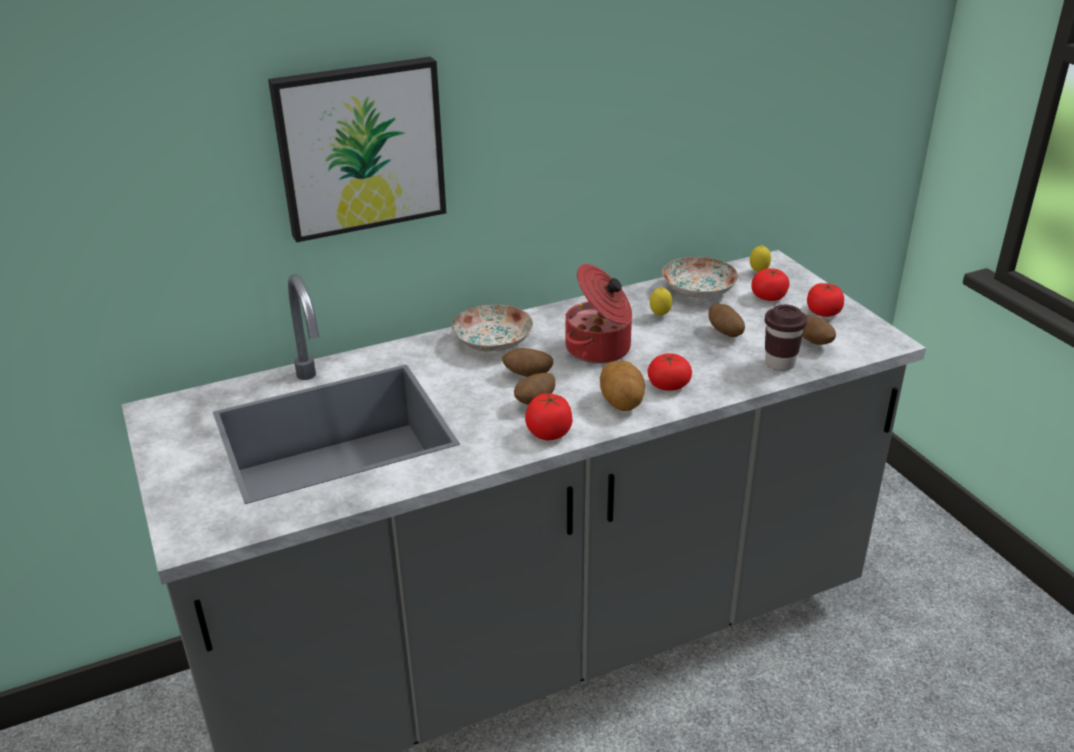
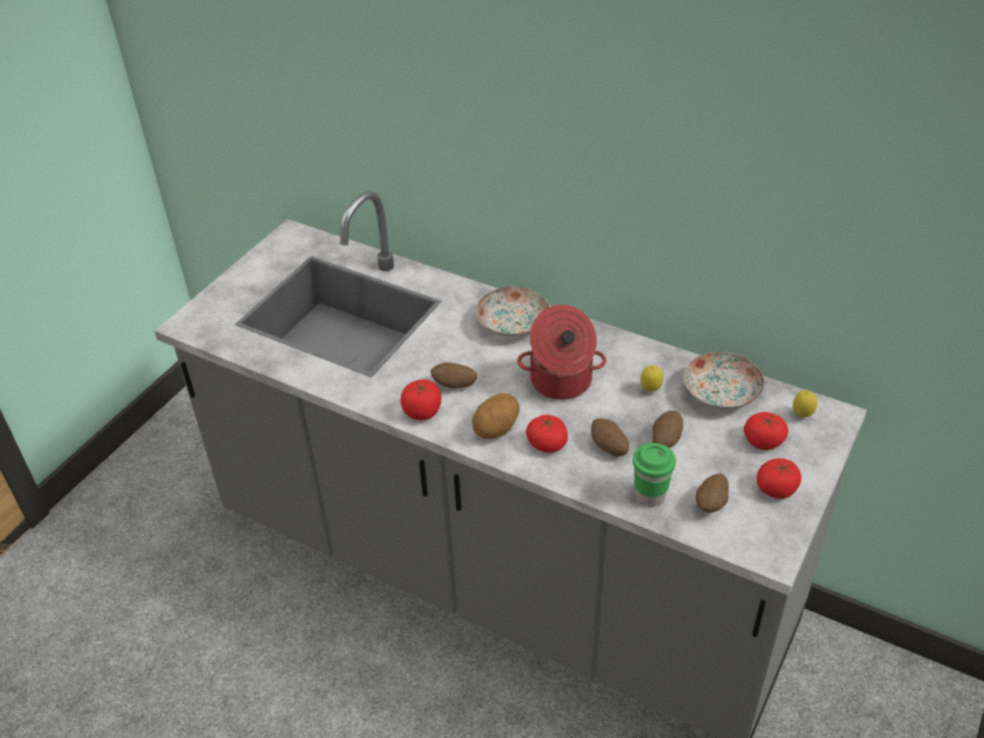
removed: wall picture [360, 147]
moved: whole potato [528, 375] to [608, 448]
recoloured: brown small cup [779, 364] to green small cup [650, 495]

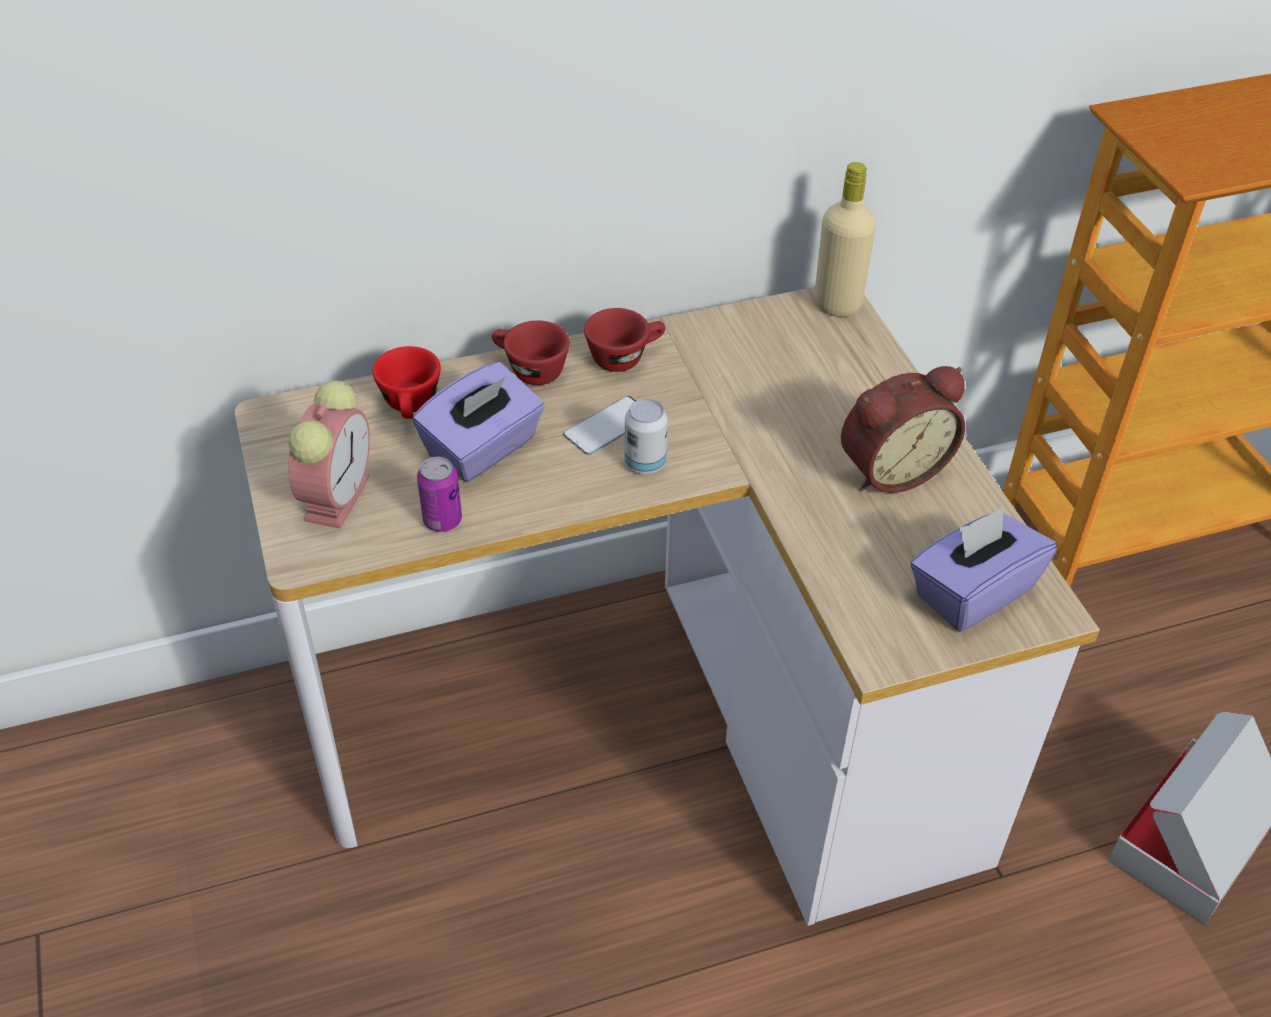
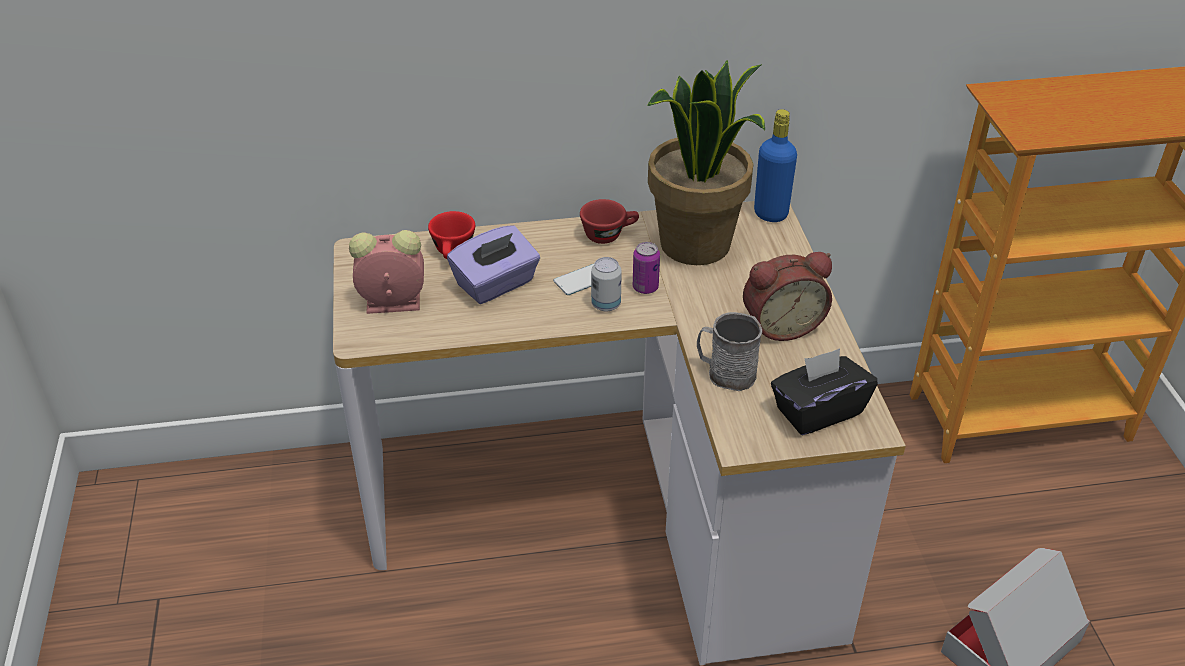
removed: red-coloured small cup [529, 370]
added: plant in a pot [696, 245]; grey coffee mug [725, 373]
moved: can [442, 520] to [645, 287]
recoloured: beige-coloured drink bottle [837, 304] to bluish drink bottle [770, 214]; purplish tissue box [972, 592] to black tissue box [818, 411]
turned: table clock [337, 495] = [390, 304] 120 degrees counterclockwise

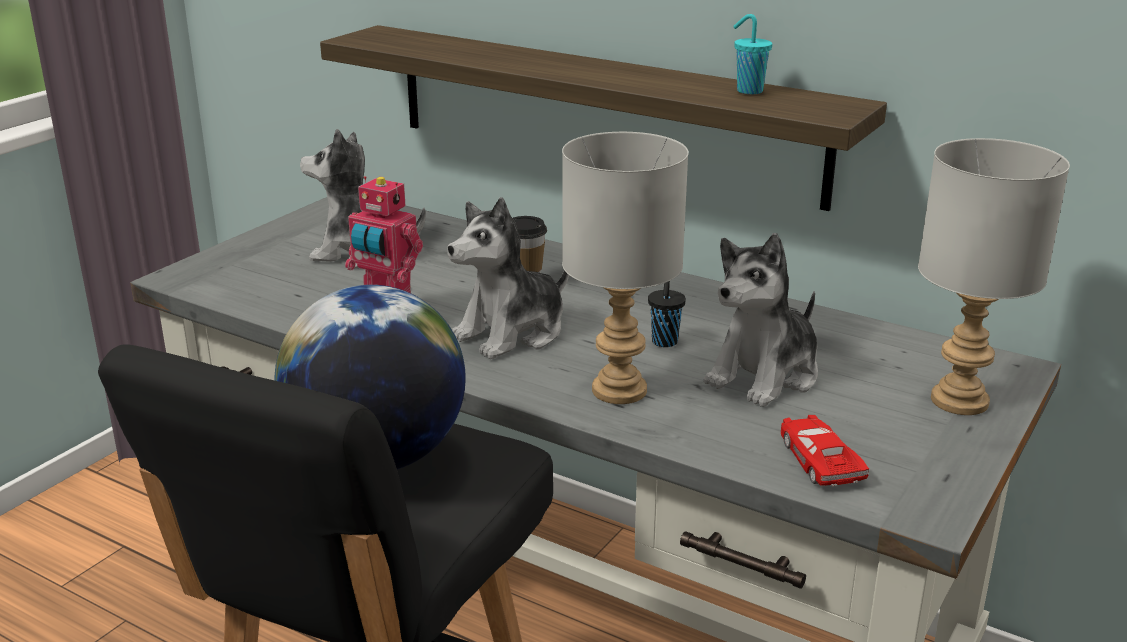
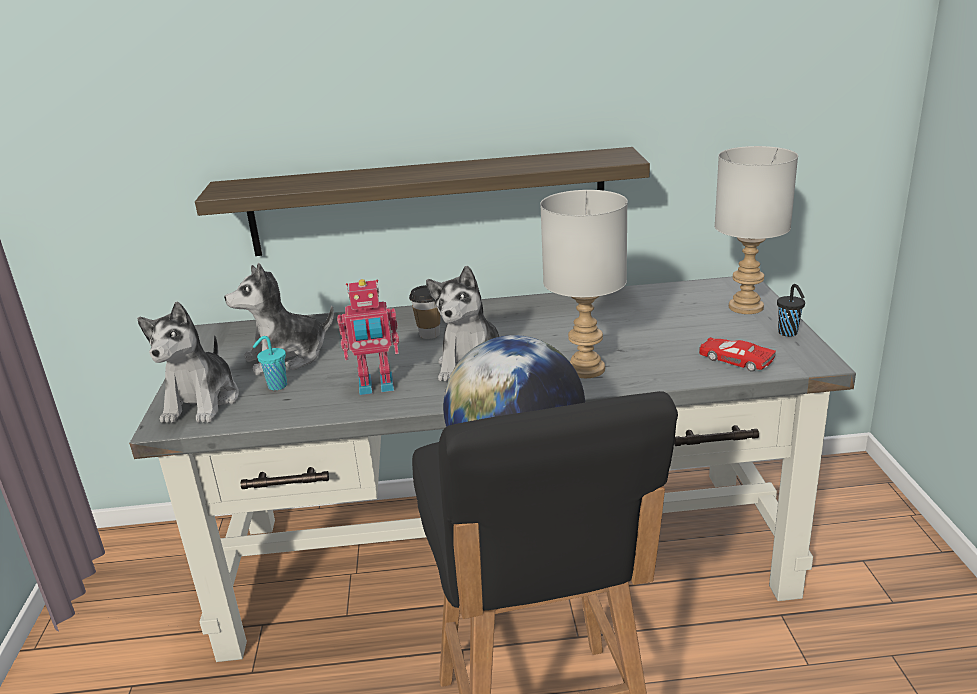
moved: black small cup [664, 342] to [788, 333]; plush toy [765, 375] to [202, 402]; turquoise-coloured small cup [748, 91] to [276, 386]

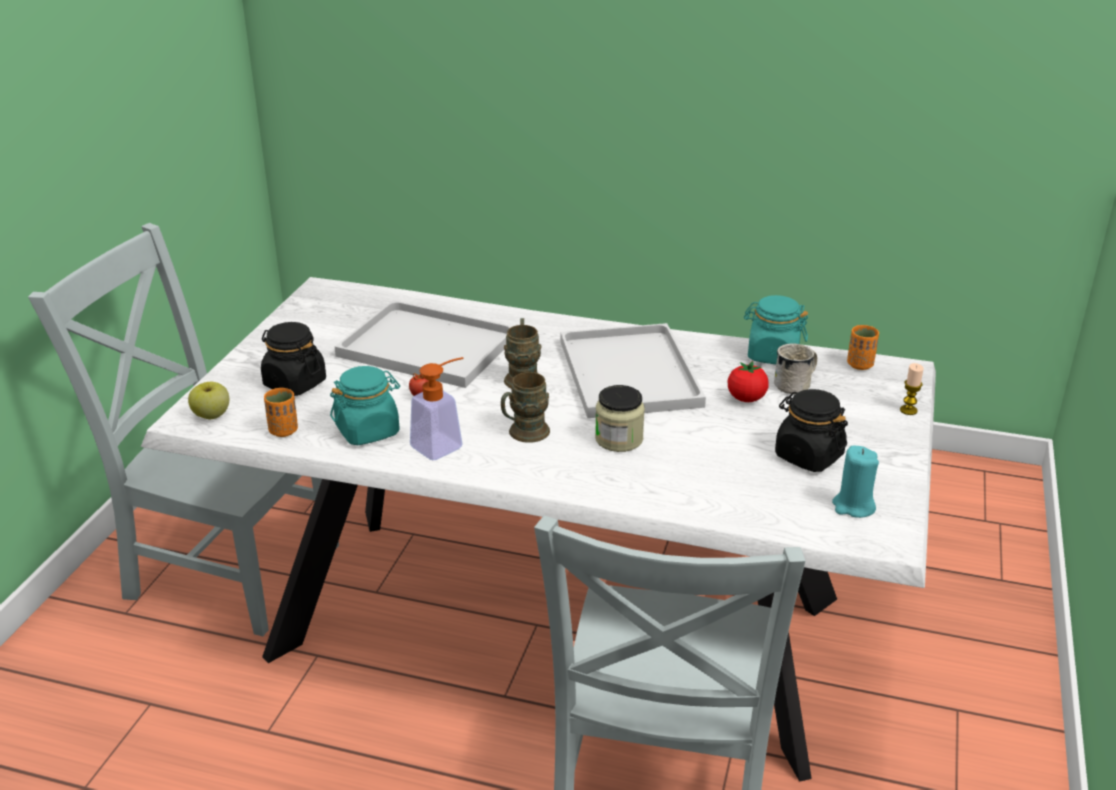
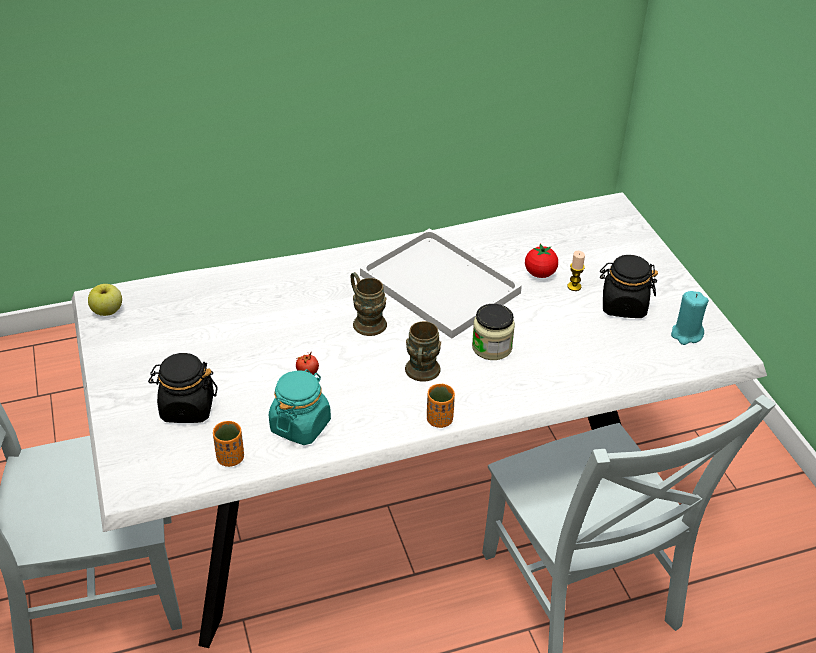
removed: whitish carrying tray [431, 346]; liquid soap bottle [443, 444]; turquoise-coloured preserve jar [772, 355]; whitish coffee mug [796, 384]
moved: apple fruit [212, 415] to [107, 311]; orange-coloured small cup [860, 365] to [439, 420]; wax light [908, 410] to [574, 286]

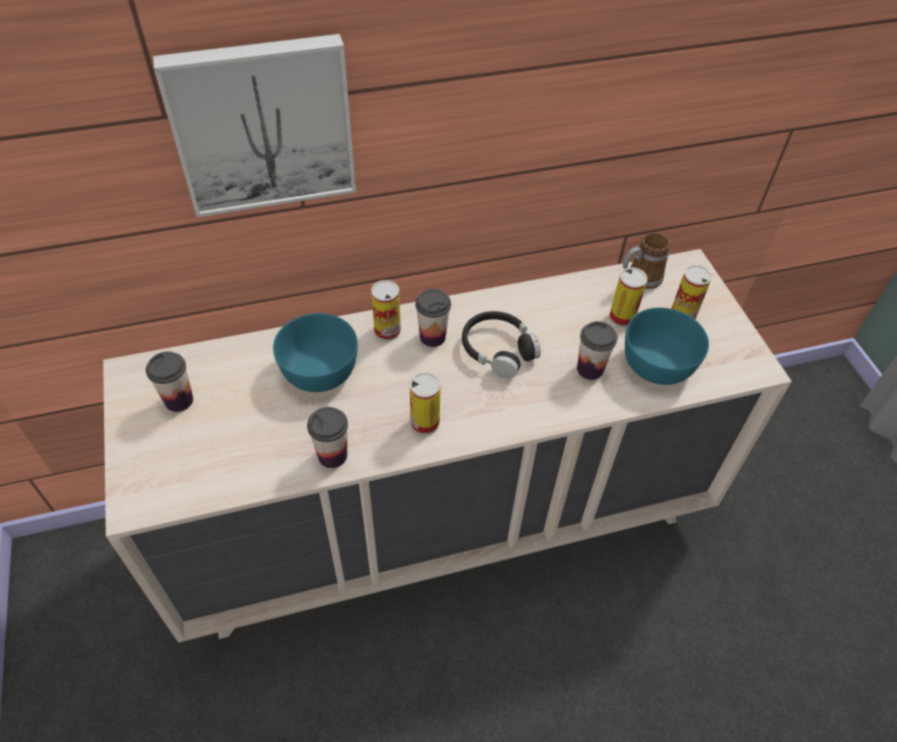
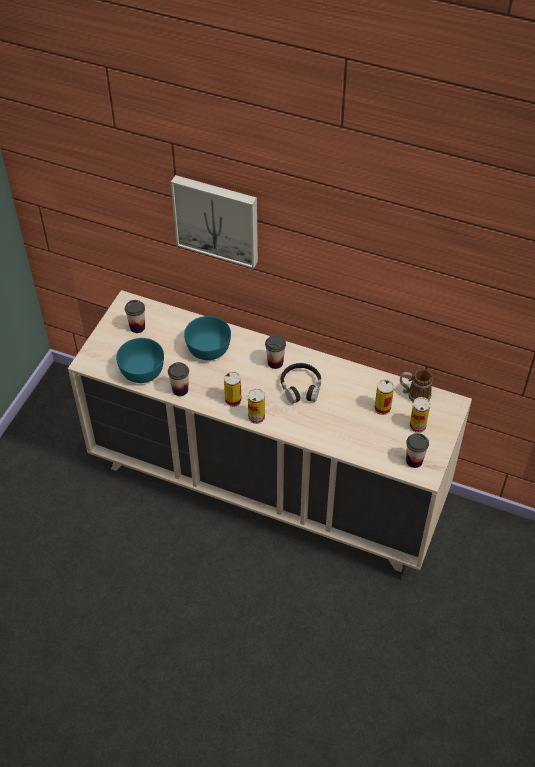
moved: can [387, 330] to [256, 417]; small cup [590, 369] to [414, 461]; turquoise-coloured serving bowl [656, 363] to [141, 370]

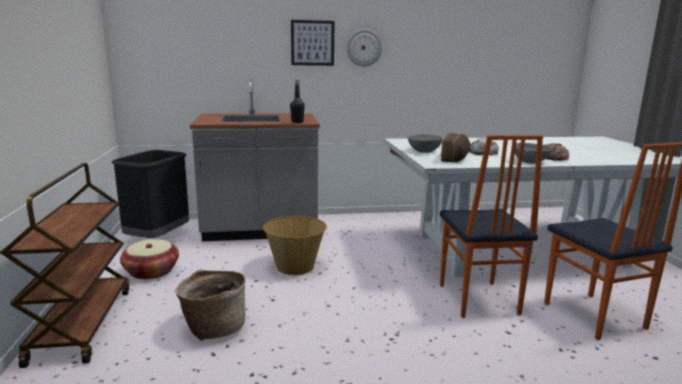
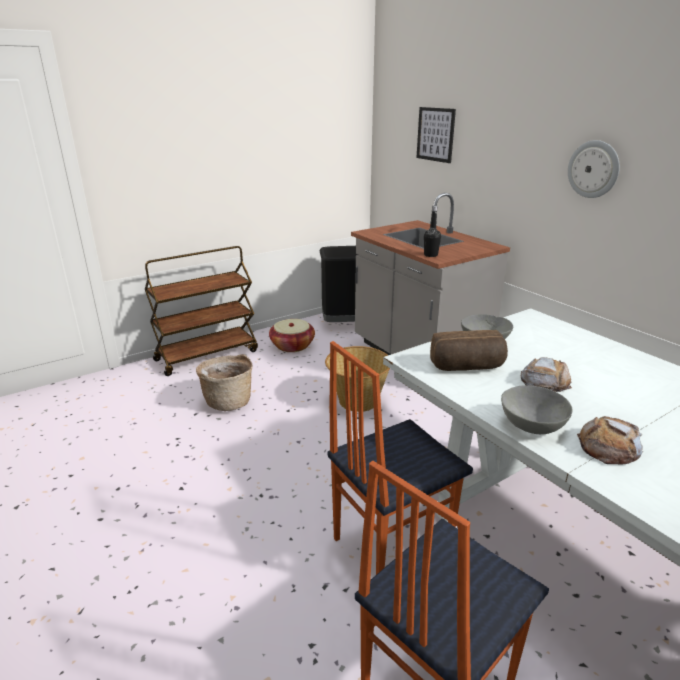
moved: wall picture [312, 43] to [435, 134]

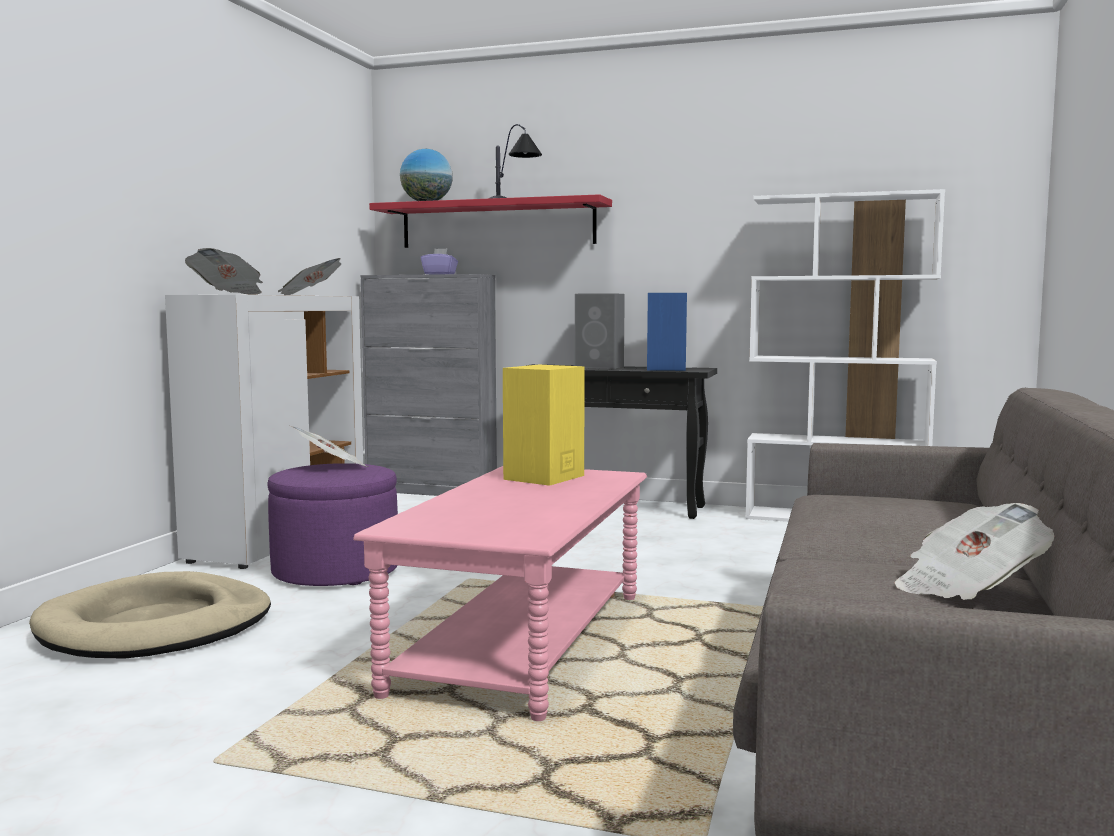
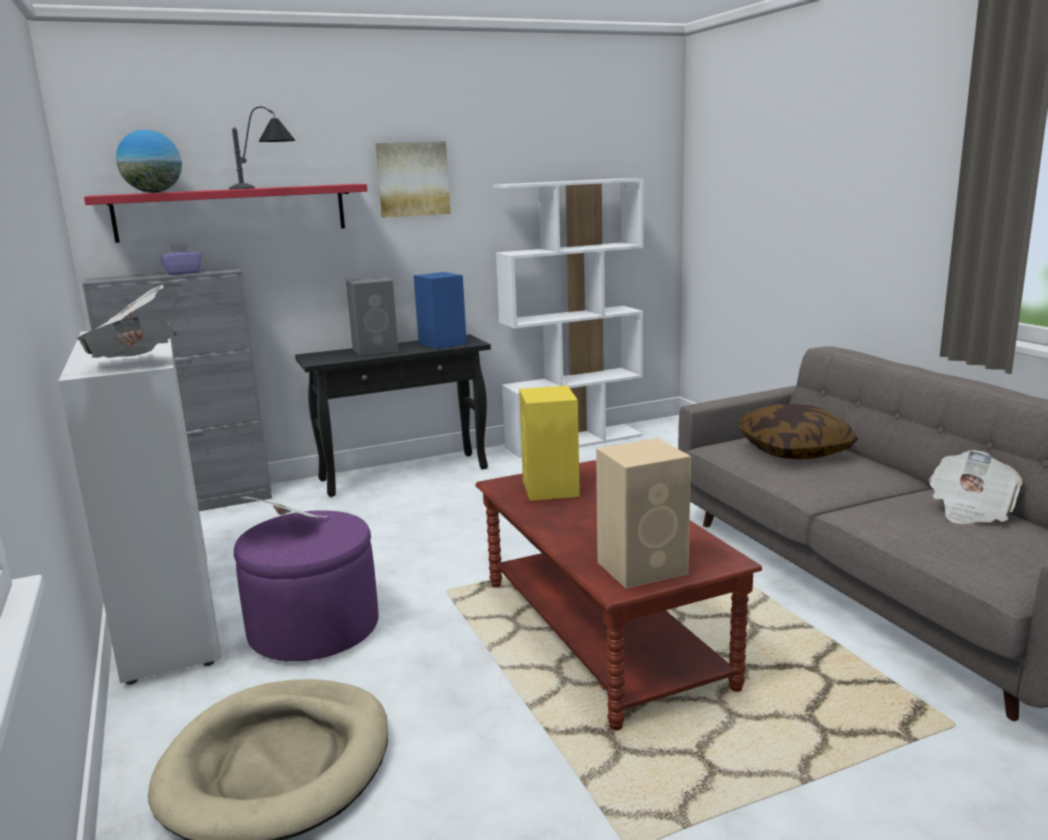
added: wall picture [412, 179]; beige-coloured audio speaker [644, 567]; pillow [794, 450]
recoloured: pinkish low table [522, 642] to brown low table [602, 632]

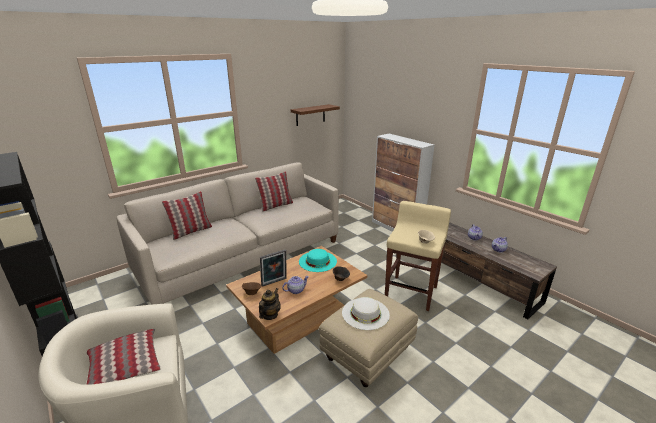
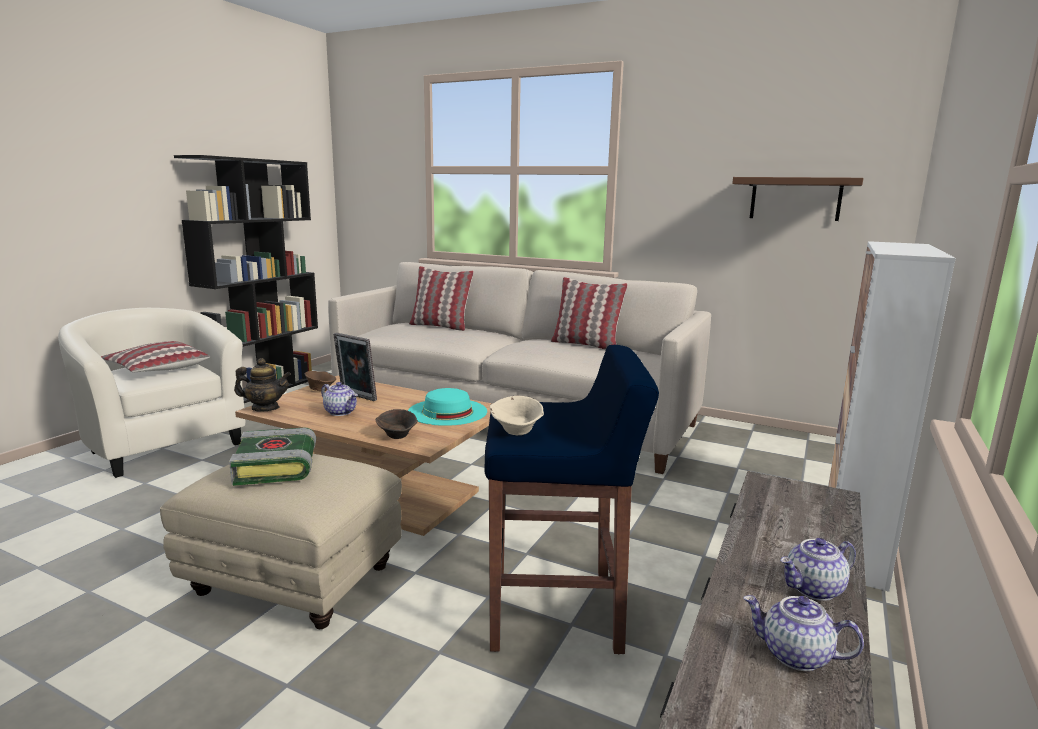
replaced: whitish wearable hat [365, 313] to book [277, 467]
recoloured: beige-coloured stool [411, 292] to bluish stool [557, 610]

